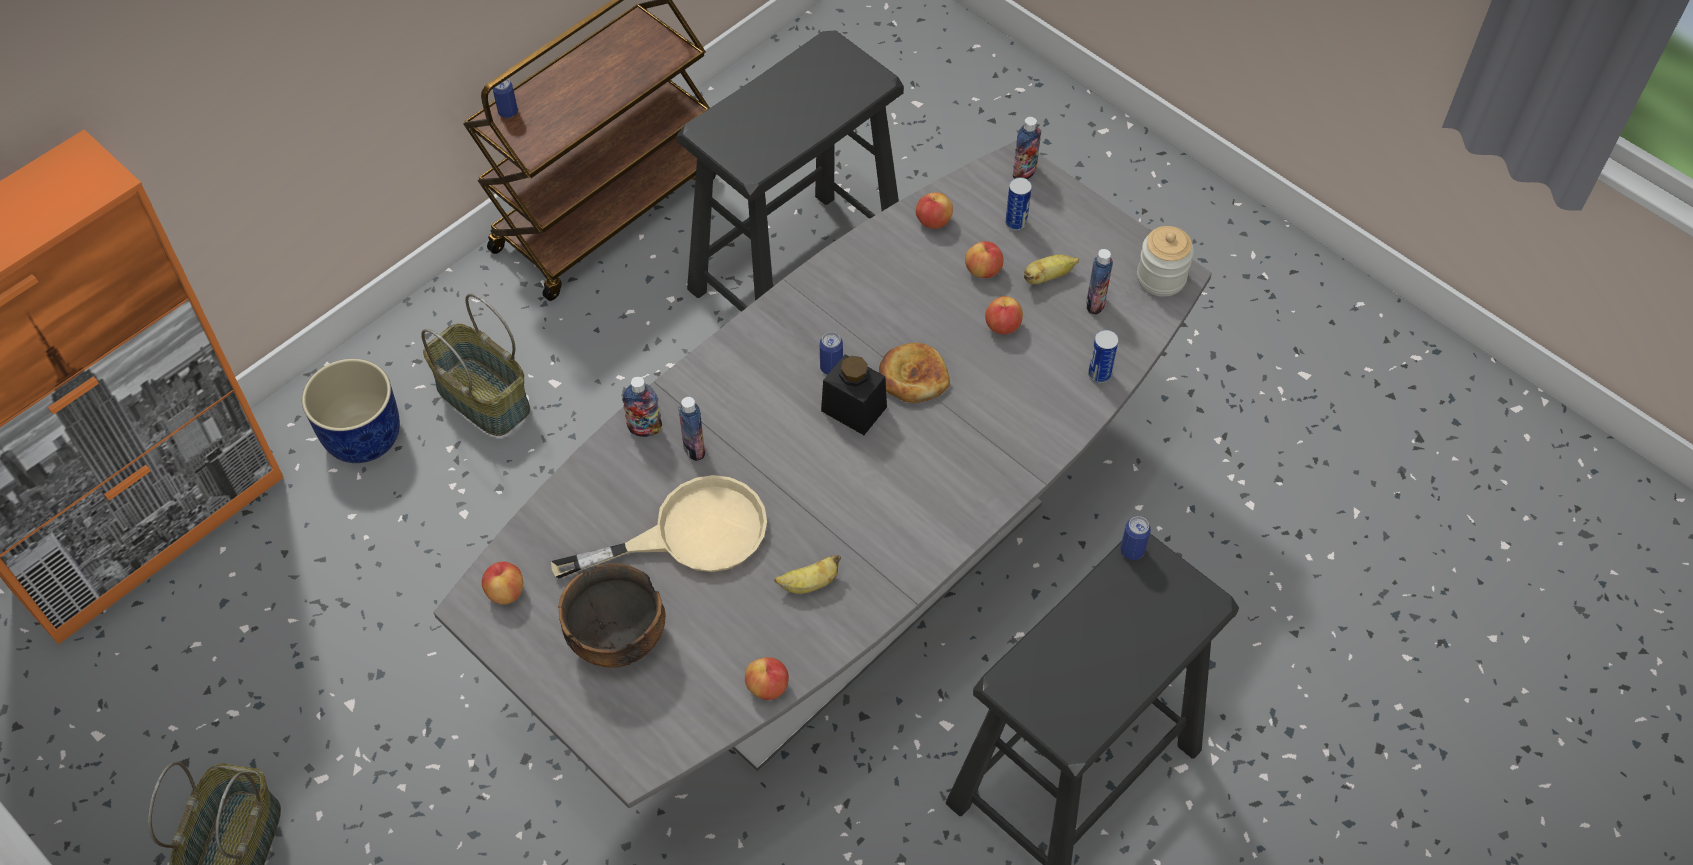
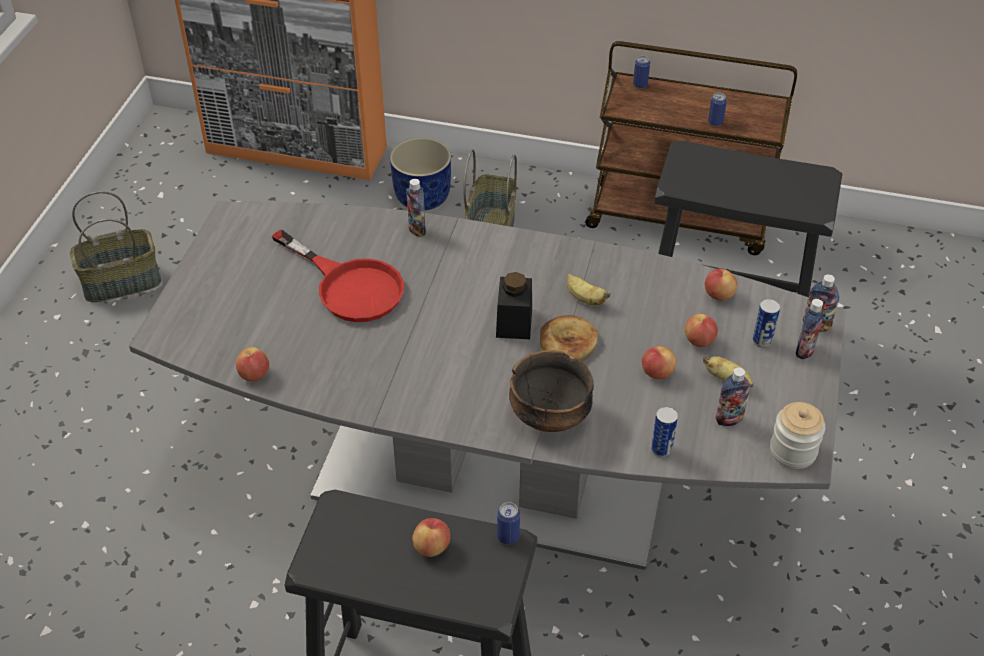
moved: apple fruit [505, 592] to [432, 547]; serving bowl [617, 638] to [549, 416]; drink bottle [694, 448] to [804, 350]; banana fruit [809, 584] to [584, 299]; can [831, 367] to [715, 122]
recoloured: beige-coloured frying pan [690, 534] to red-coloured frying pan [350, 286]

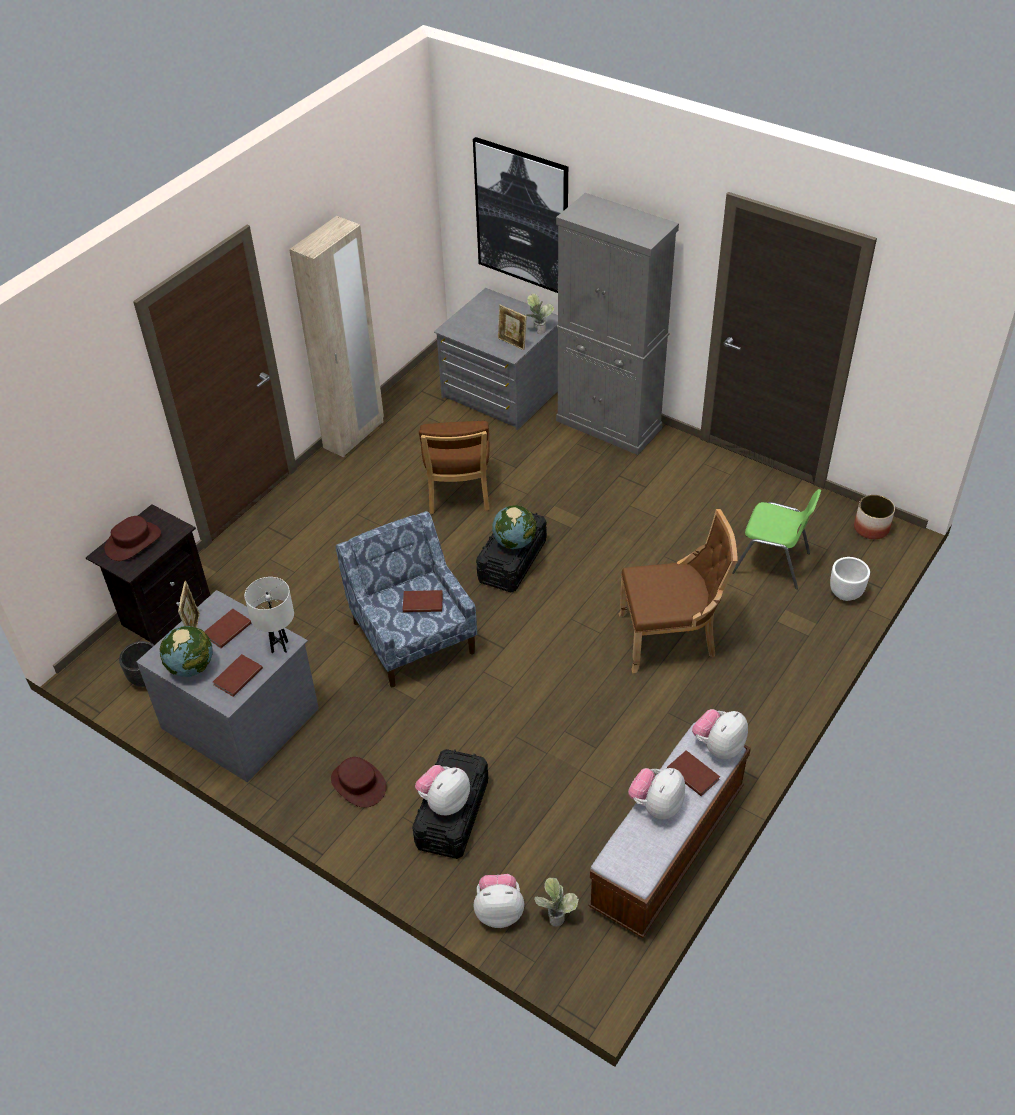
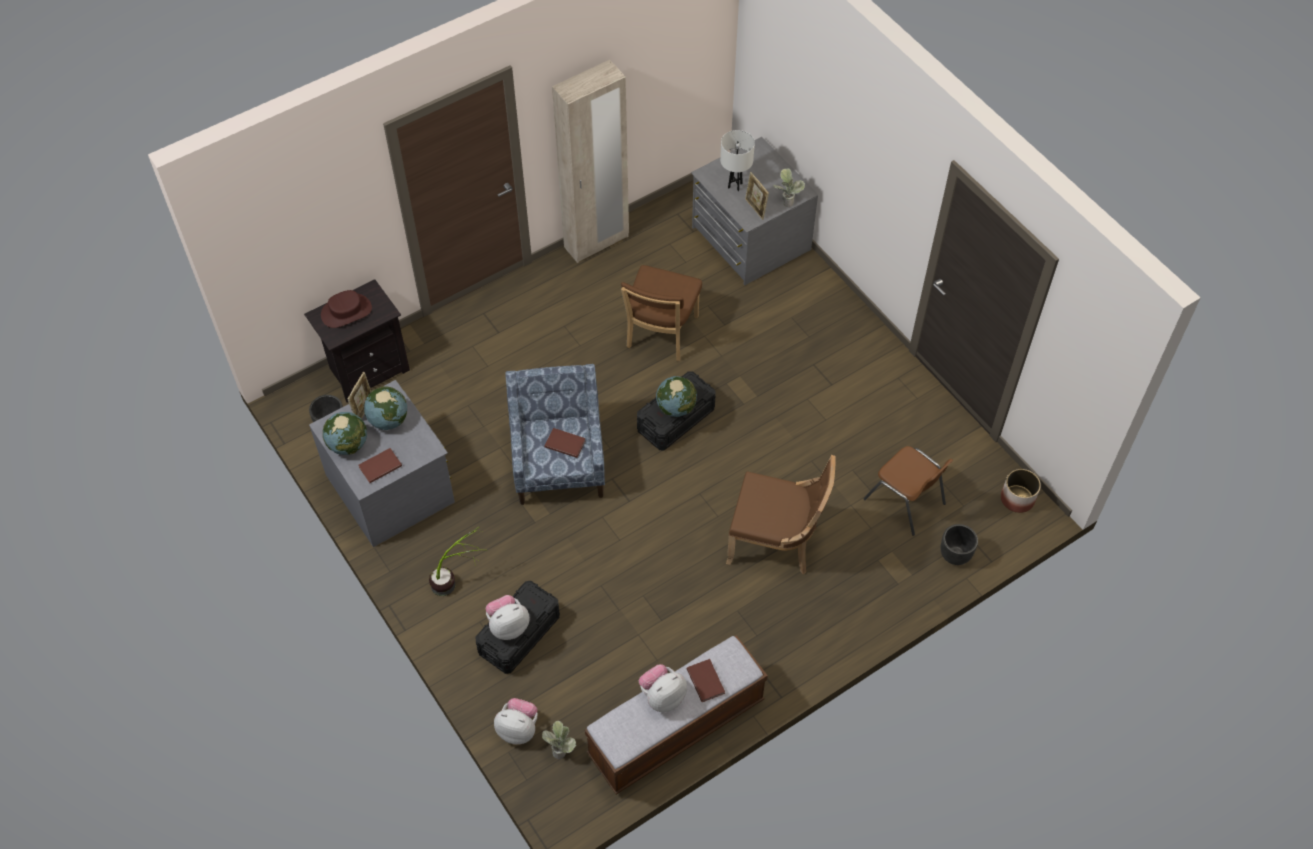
removed: wall picture [522, 216]; grey cabinet [609, 425]; plush toy [718, 746]
moved: whitish lamp for a table [279, 647] to [735, 185]
replaced: brown book [226, 629] to globe [388, 420]; brown wearable hat [358, 784] to plant in a pot [457, 580]
recoloured: green chair [772, 563] to brown chair [905, 502]; whitish planter [844, 593] to black planter [954, 555]

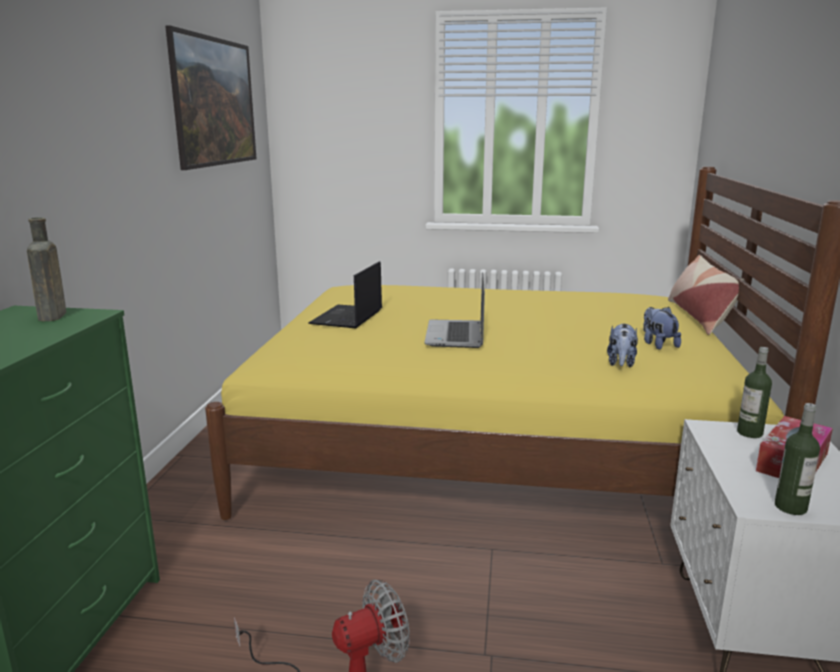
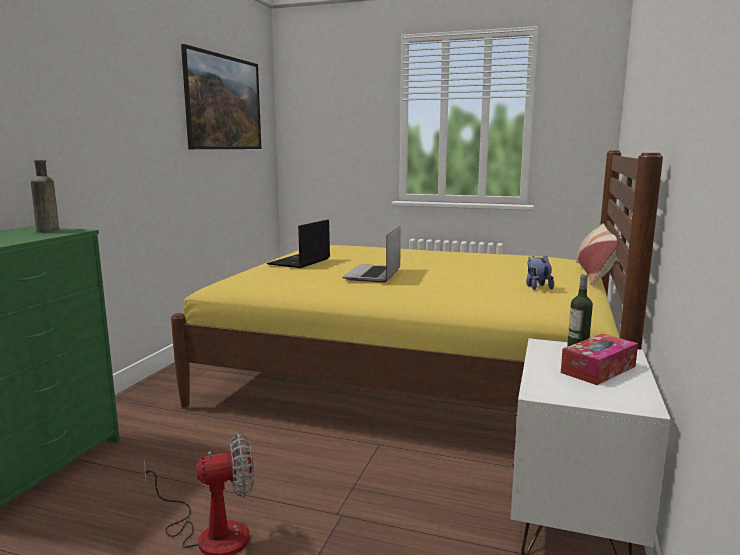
removed: plush toy [621, 363]; drink bottle [790, 507]

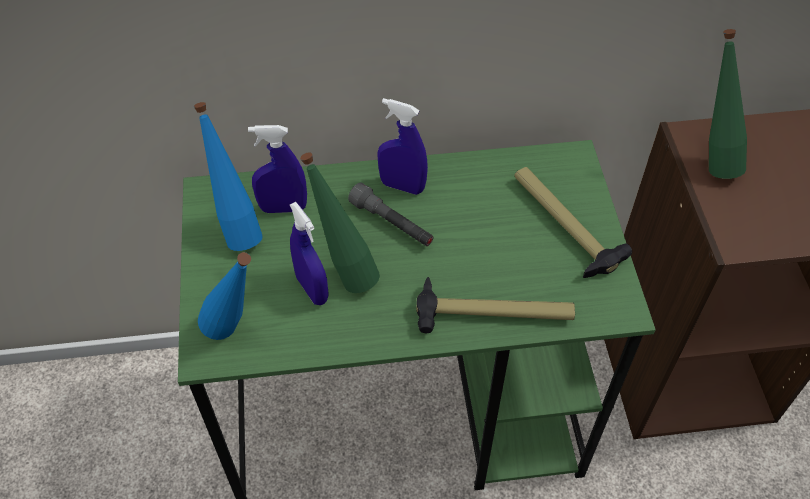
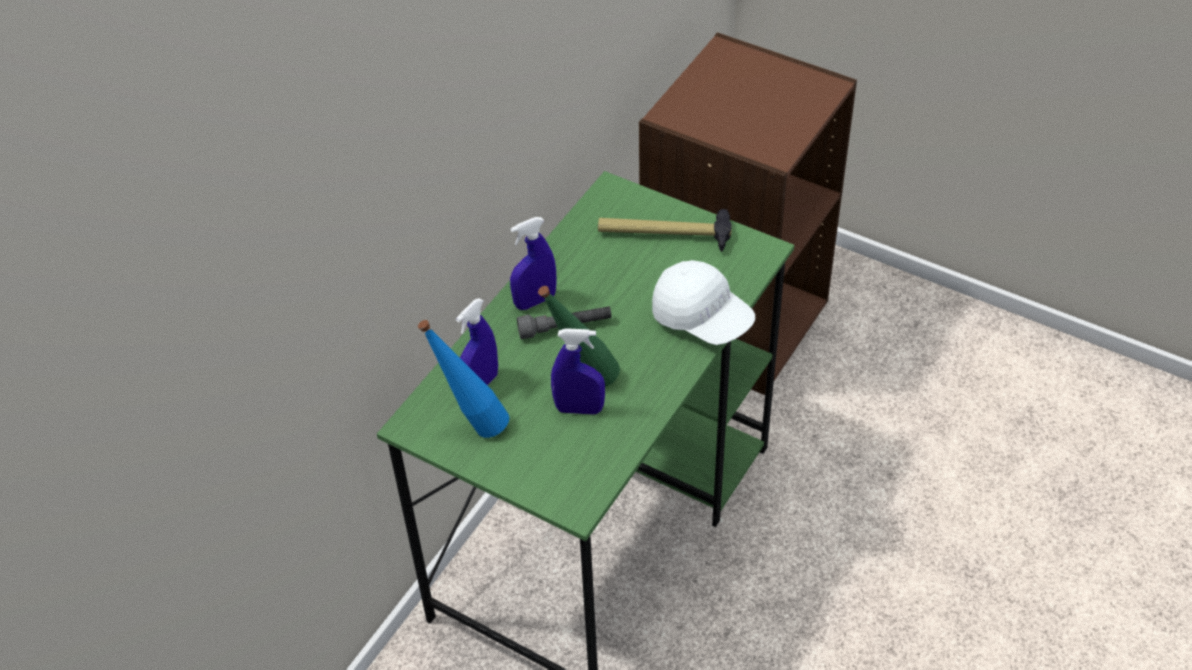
removed: bluish drink bottle [237, 335]; green drink bottle [711, 160]
replaced: hammer [494, 313] to whitish peaked cap [702, 318]

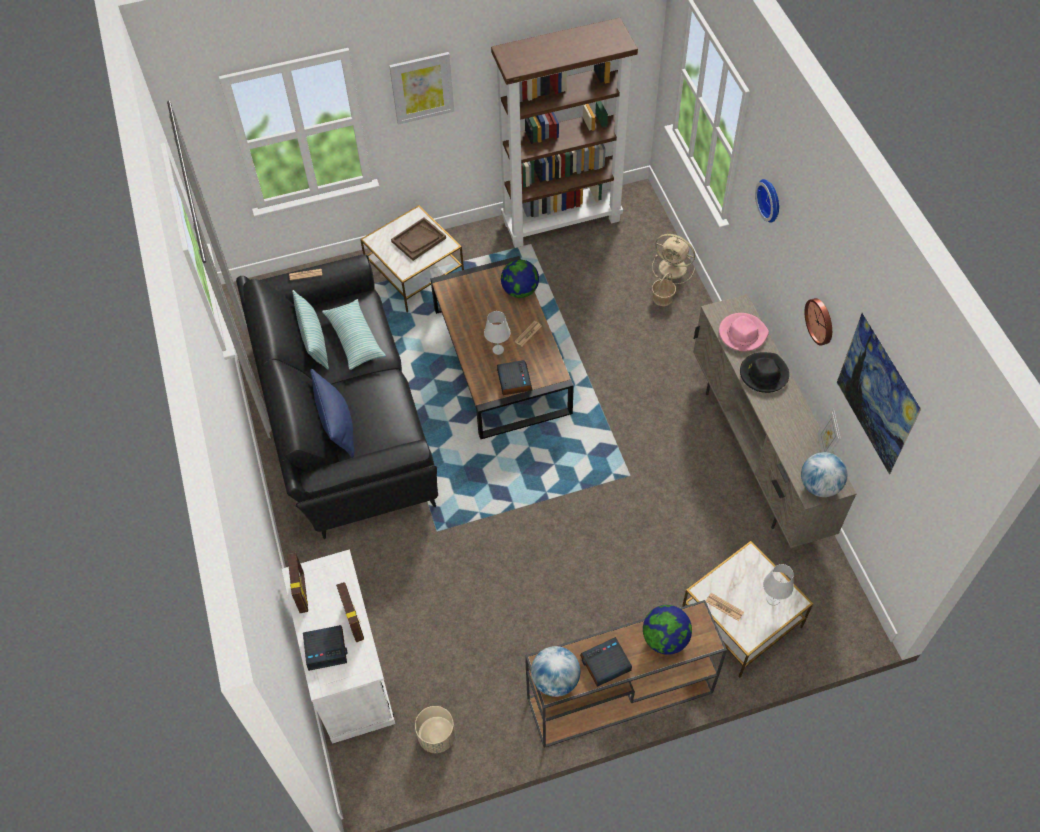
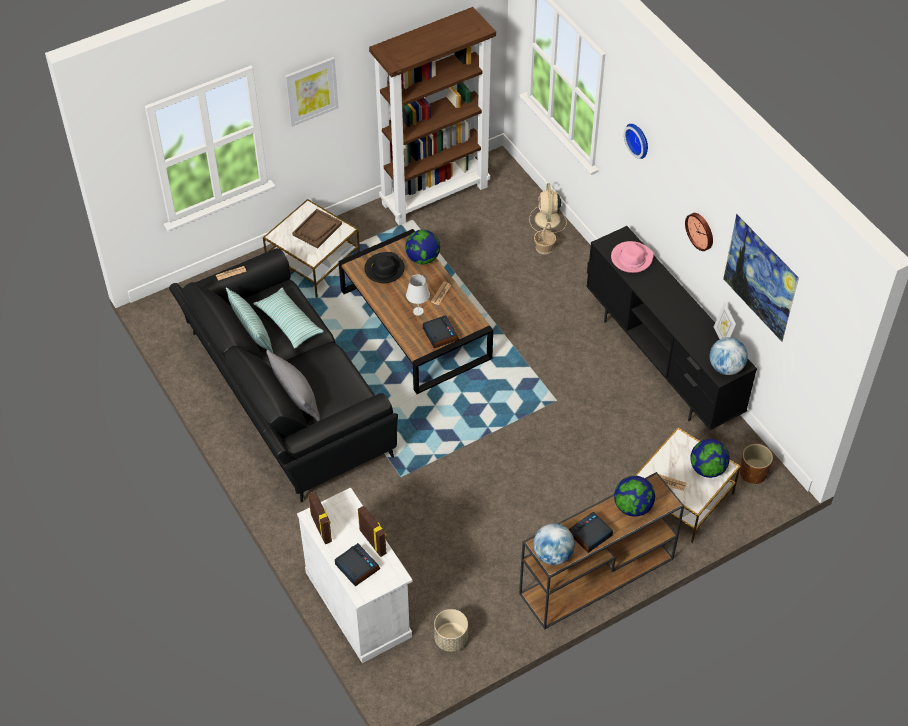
added: brown planter [753, 473]
moved: black wearable hat [763, 374] to [384, 269]
replaced: whitish lamp for a table [773, 599] to globe [707, 469]
recoloured: bluish pillow [337, 424] to grey pillow [295, 397]; beige-coloured media console [758, 454] to black media console [662, 363]
turned: table clock [326, 649] = [356, 567] 105 degrees counterclockwise; beige-coloured cooling fan [674, 268] = [547, 220] 75 degrees clockwise

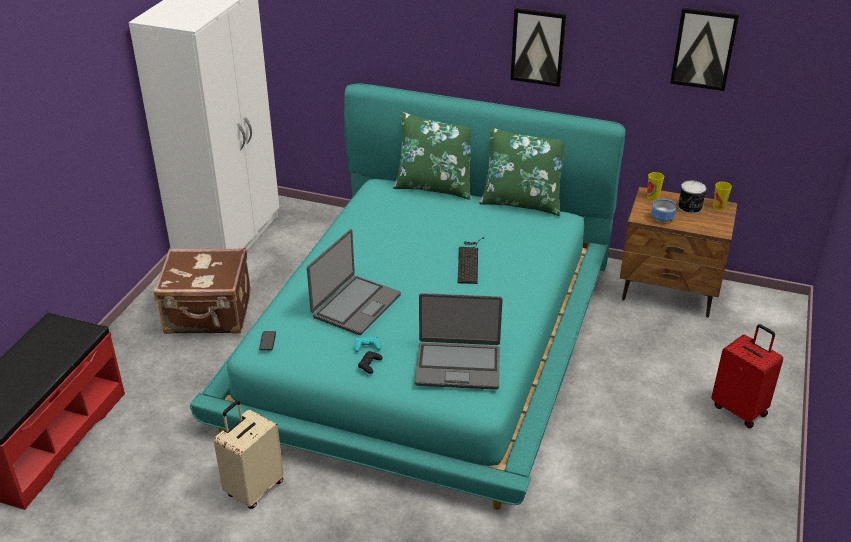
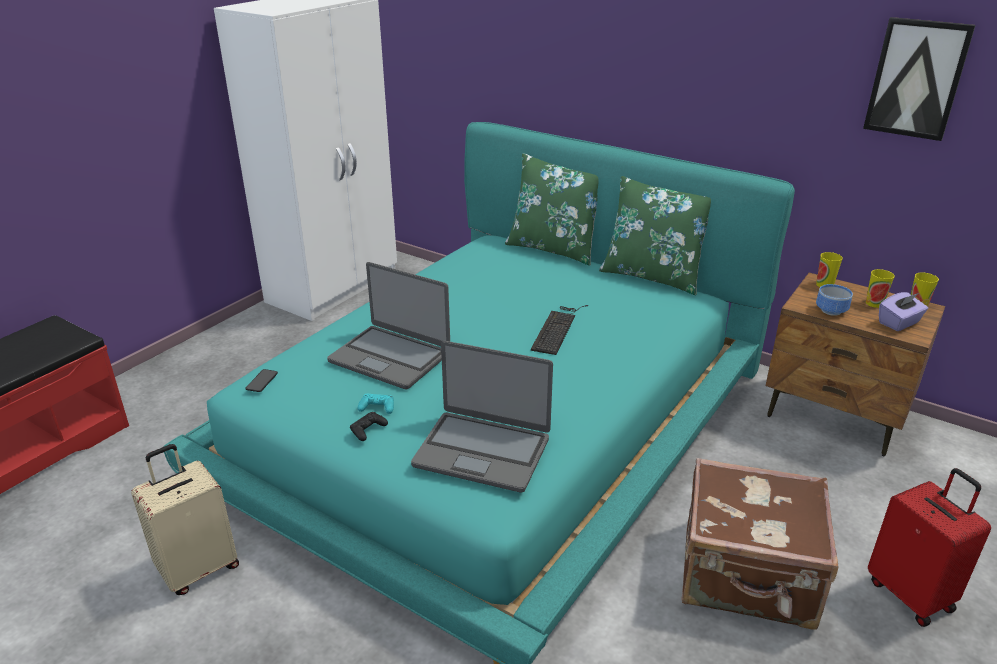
removed: wall picture [538, 46]
added: purplish tissue box [899, 323]
moved: brown travel case [209, 314] to [747, 577]
replaced: can [690, 208] to small cup [874, 303]
turned: notebook computer [355, 305] = [390, 357] 75 degrees clockwise

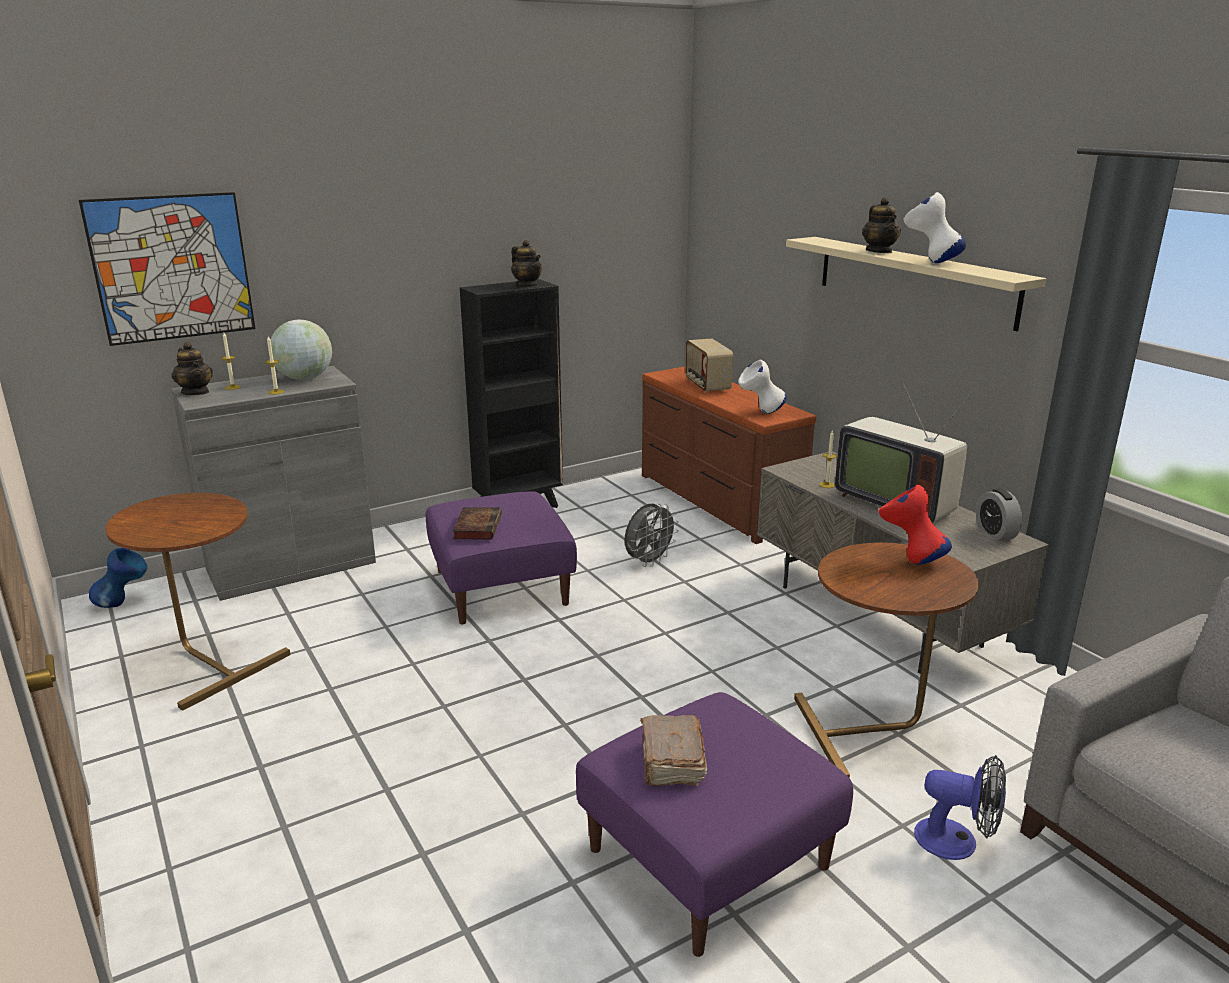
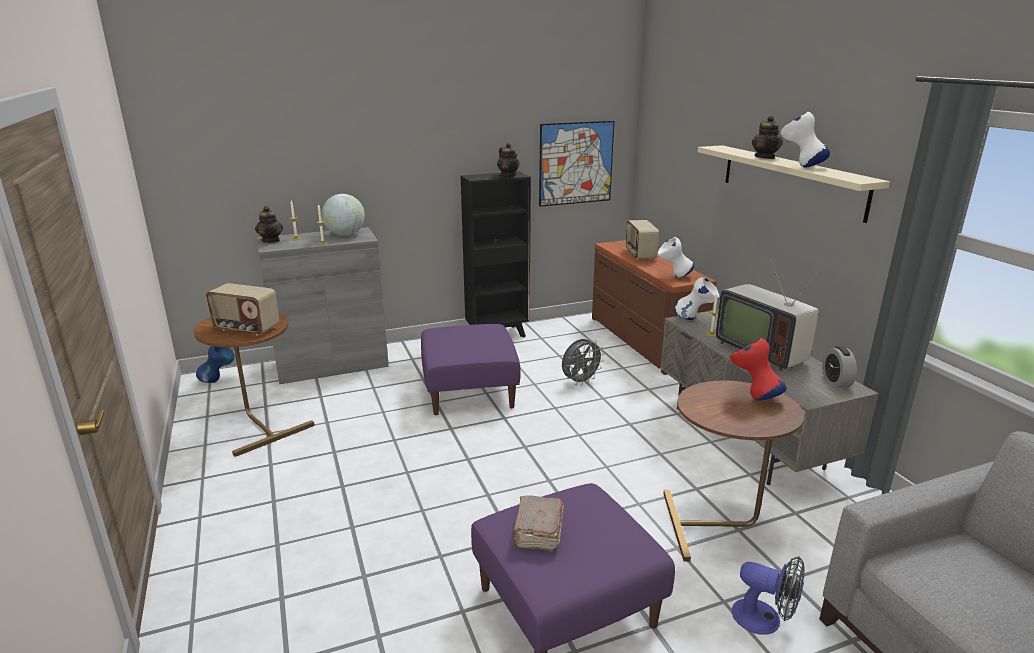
removed: book [477, 526]
added: radio set [246, 329]; whitish decorative vase [694, 319]
moved: wall picture [172, 268] to [576, 163]

